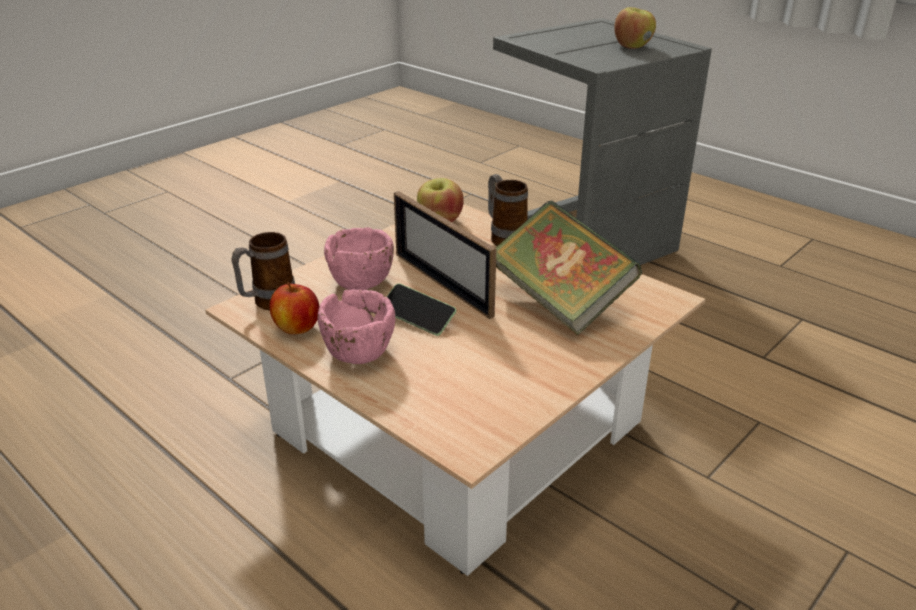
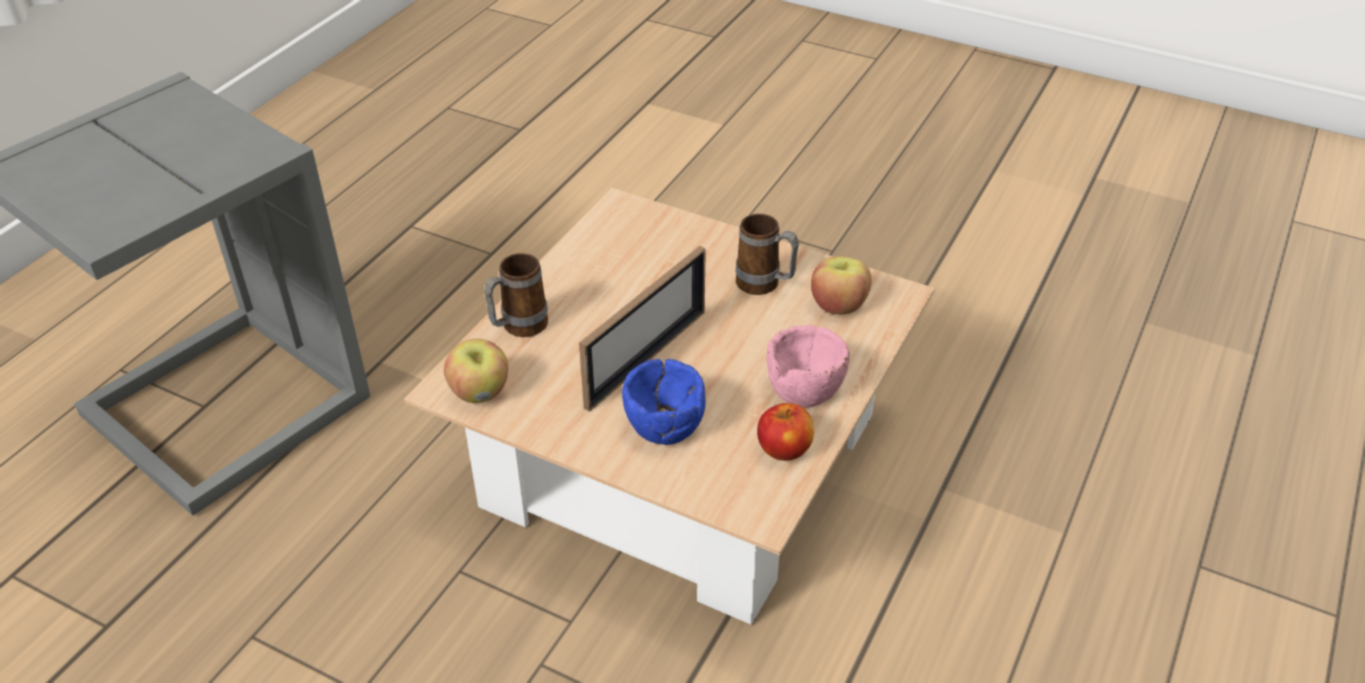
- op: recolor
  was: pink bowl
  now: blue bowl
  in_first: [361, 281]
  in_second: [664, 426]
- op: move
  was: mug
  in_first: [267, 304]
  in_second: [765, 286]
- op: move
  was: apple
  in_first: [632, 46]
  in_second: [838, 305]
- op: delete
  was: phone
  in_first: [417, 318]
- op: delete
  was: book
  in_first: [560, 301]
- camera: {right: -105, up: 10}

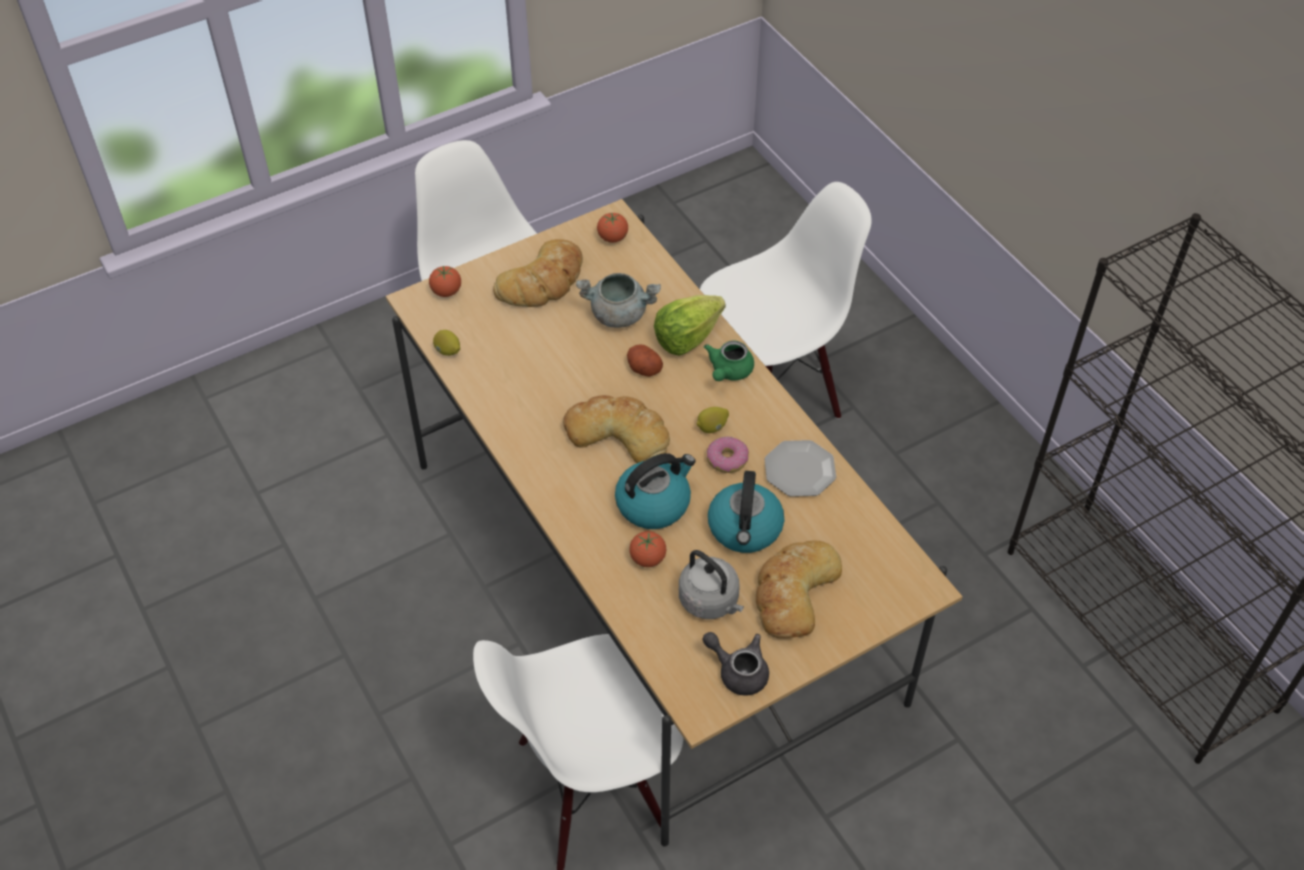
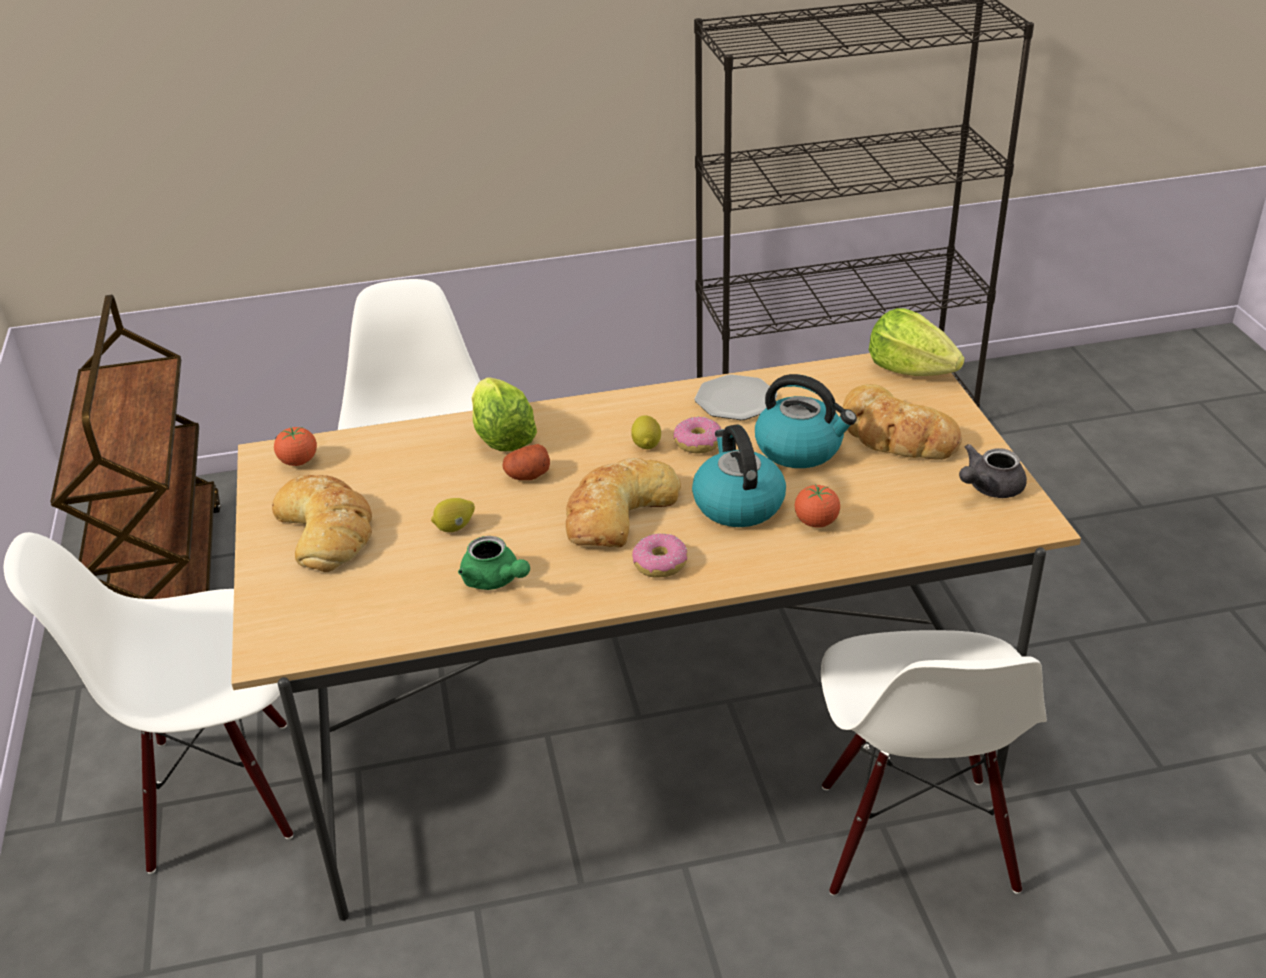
- op: insert
  now: brown cart
  in_second: [166, 579]
- op: move
  was: lemon
  in_first: [448, 351]
  in_second: [455, 527]
- op: move
  was: green teapot
  in_first: [728, 372]
  in_second: [495, 580]
- op: insert
  now: donut
  in_second: [660, 563]
- op: insert
  now: lettuce
  in_second: [910, 369]
- op: delete
  was: tomato
  in_first: [446, 291]
- op: delete
  was: grey cooking pot
  in_first: [619, 314]
- op: delete
  was: grey kettle
  in_first: [711, 601]
- camera: {right: -70, up: -15}

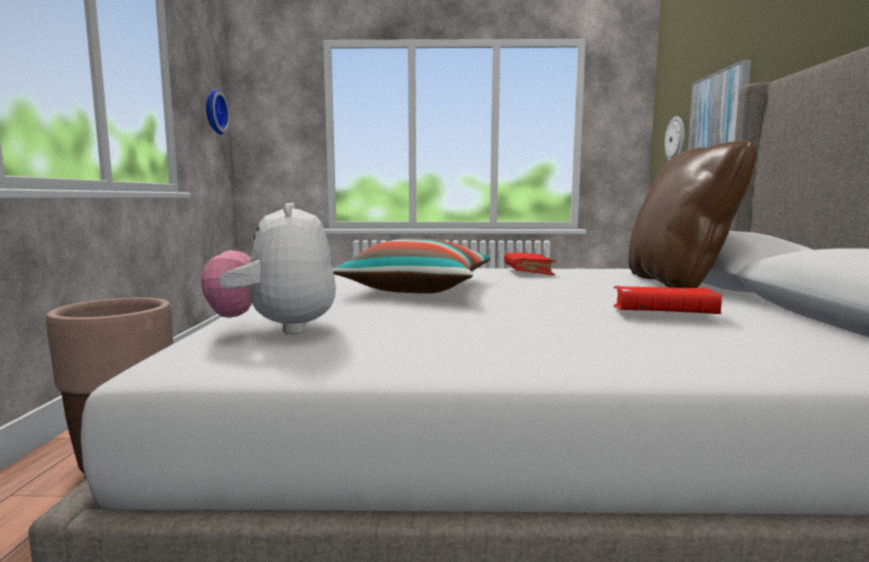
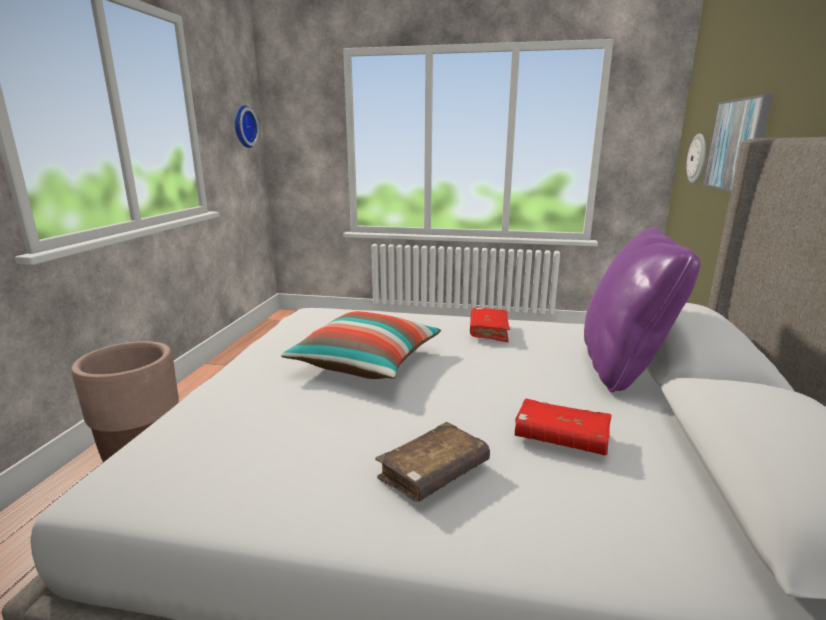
- op: insert
  now: brown book
  in_second: [433, 473]
- op: recolor
  was: brown pillow
  now: purple pillow
  in_first: [678, 283]
  in_second: [623, 366]
- op: delete
  was: plush toy
  in_first: [276, 329]
- camera: {right: 10, up: 10}

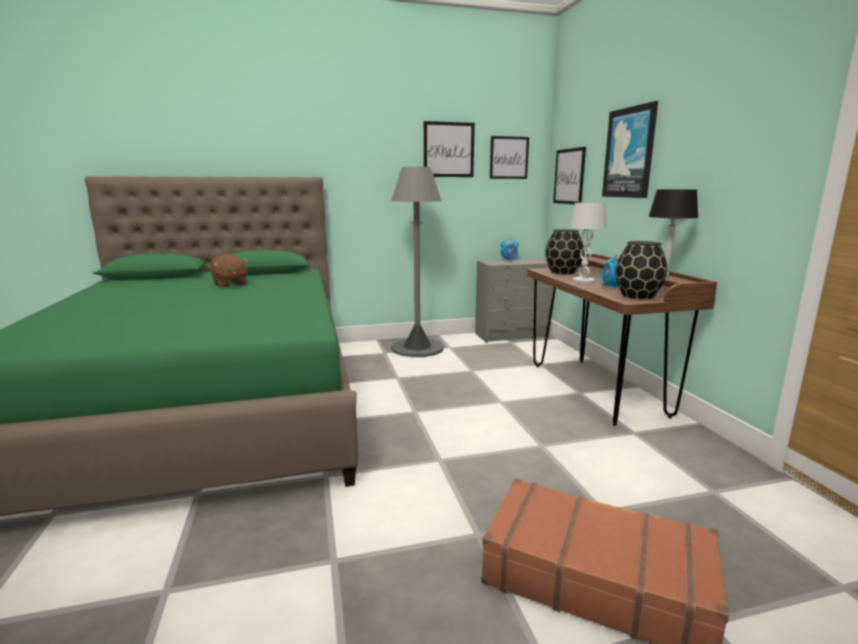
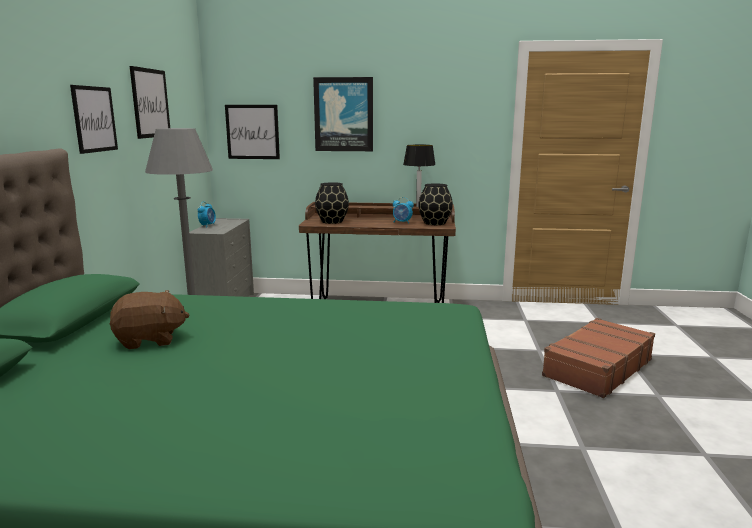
- op: move
  was: picture
  in_first: [509, 157]
  in_second: [94, 119]
- op: delete
  was: white table lamp
  in_first: [583, 281]
- camera: {right: -70, up: 0}

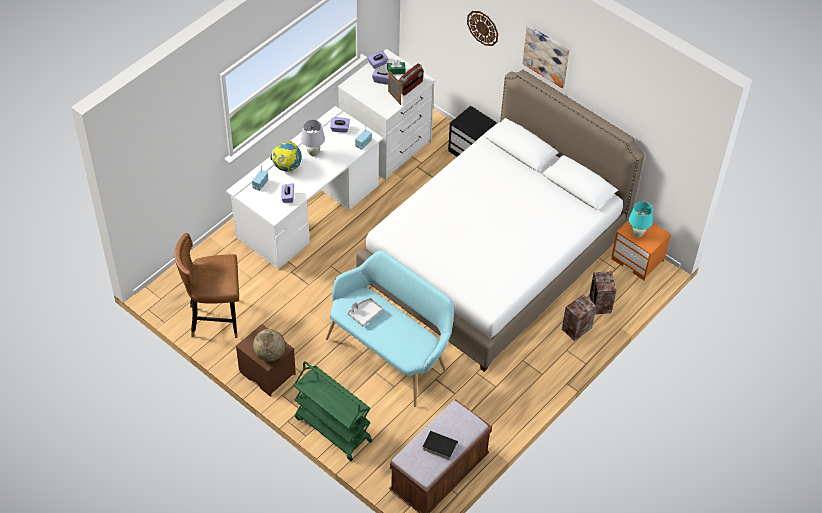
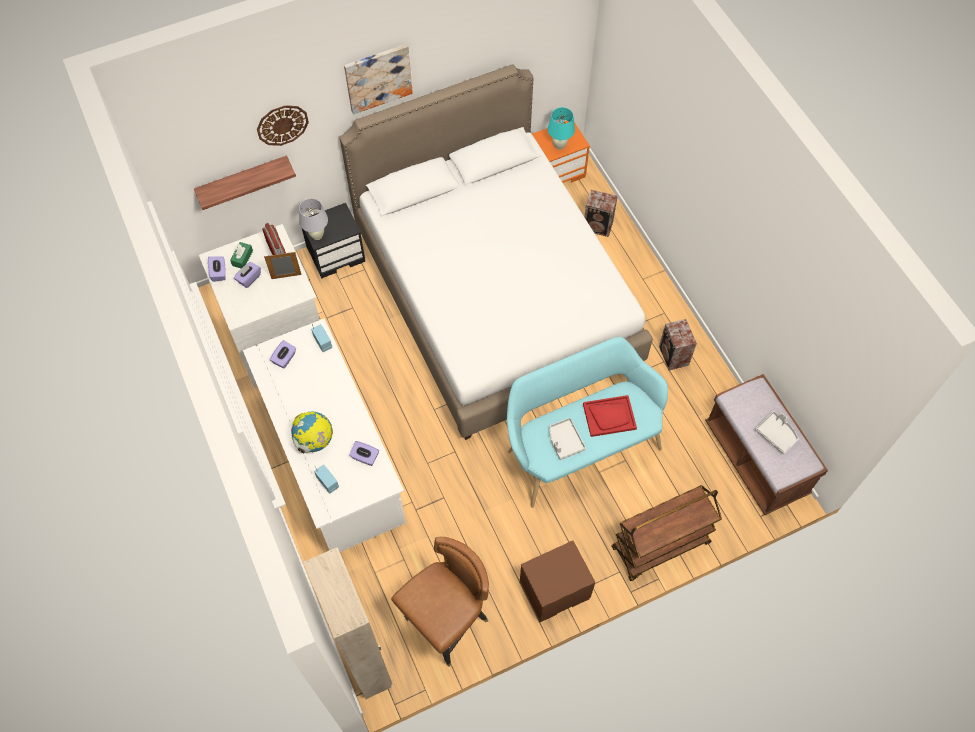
- op: insert
  now: shelf
  in_second: [243, 181]
- op: move
  was: white table lamp
  in_first: [313, 153]
  in_second: [317, 236]
- op: insert
  now: beige wardrobe
  in_second: [366, 661]
- op: rotate
  was: brown chair
  in_first: [215, 319]
  in_second: [447, 624]
  clockwise: -150
- op: insert
  now: red tray
  in_second: [609, 416]
- op: recolor
  was: green cart
  now: brown cart
  in_first: [332, 429]
  in_second: [660, 546]
- op: move
  was: speaker
  in_first: [575, 329]
  in_second: [673, 356]
- op: replace
  was: book
  now: grey tray
  in_first: [438, 446]
  in_second: [776, 434]
- op: delete
  was: globe
  in_first: [270, 354]
- camera: {right: -65, up: 10}

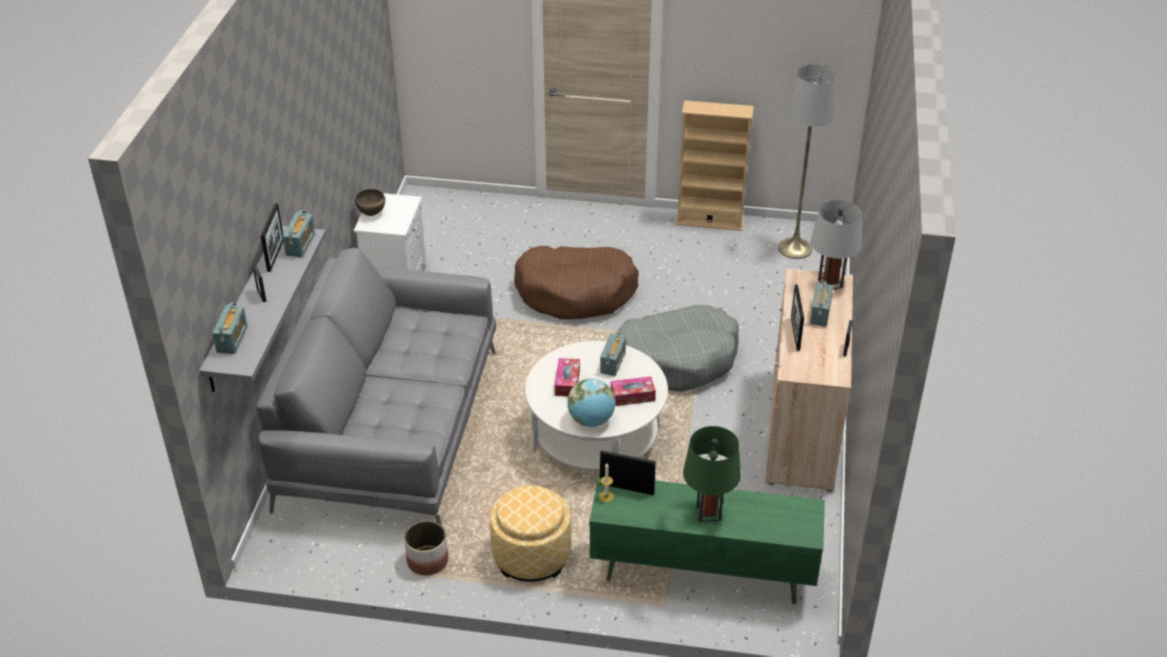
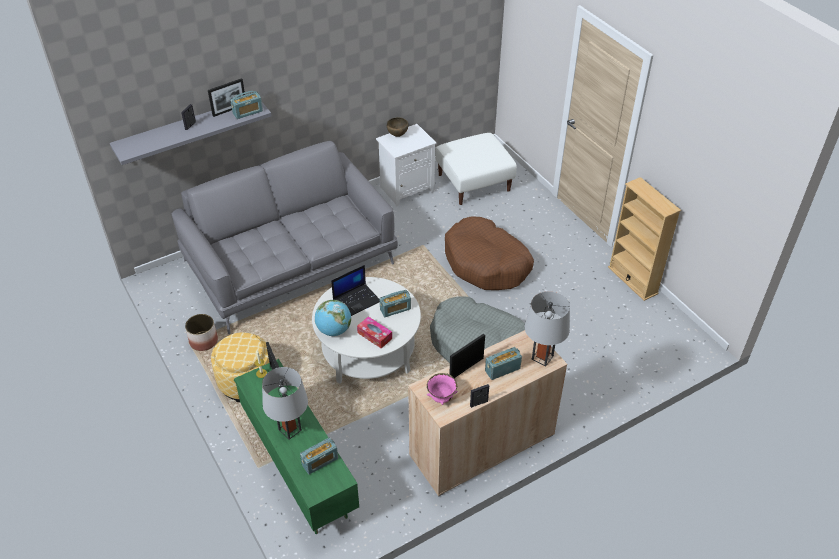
- op: recolor
  was: green table lamp
  now: grey table lamp
  in_first: [708, 513]
  in_second: [289, 429]
- op: move
  was: radio
  in_first: [232, 339]
  in_second: [320, 461]
- op: replace
  was: tissue box
  now: laptop
  in_first: [567, 382]
  in_second: [356, 300]
- op: insert
  now: pink bowl
  in_second: [441, 398]
- op: insert
  now: white ottoman
  in_second: [474, 182]
- op: delete
  was: grey floor lamp
  in_first: [795, 248]
- camera: {right: 50, up: 5}

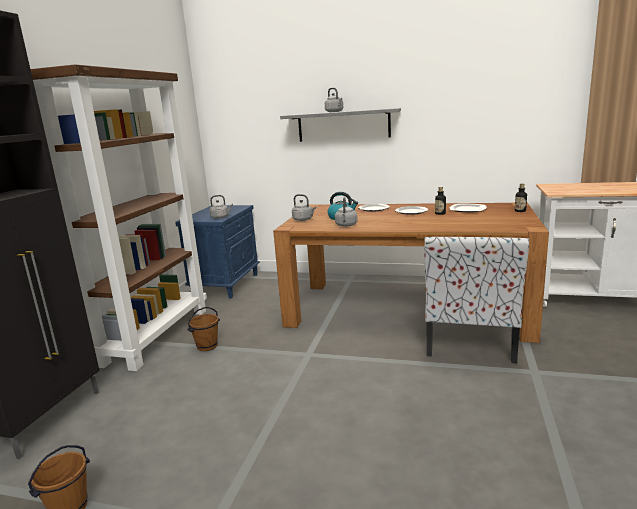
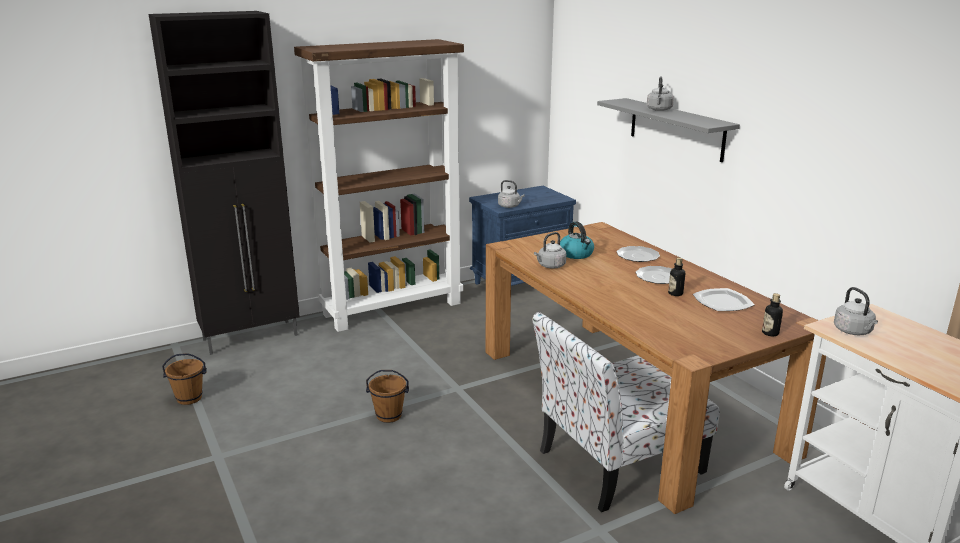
- op: move
  was: brown bucket
  in_first: [207, 346]
  in_second: [389, 416]
- op: move
  was: grey kettle
  in_first: [304, 219]
  in_second: [853, 331]
- camera: {right: 45, up: 5}

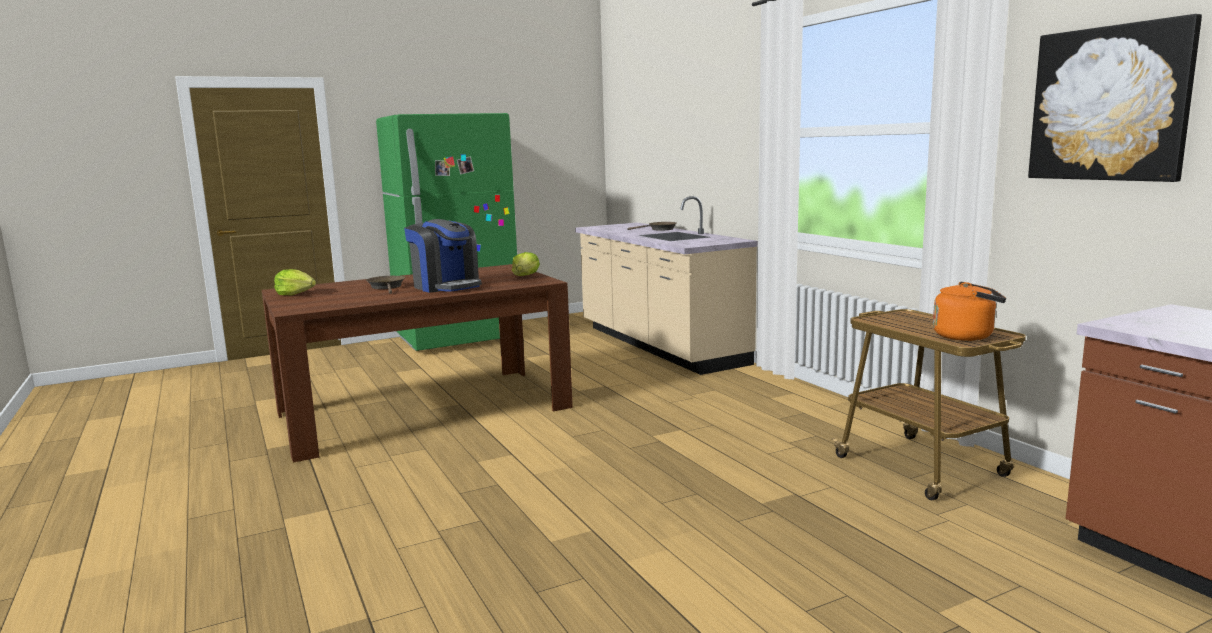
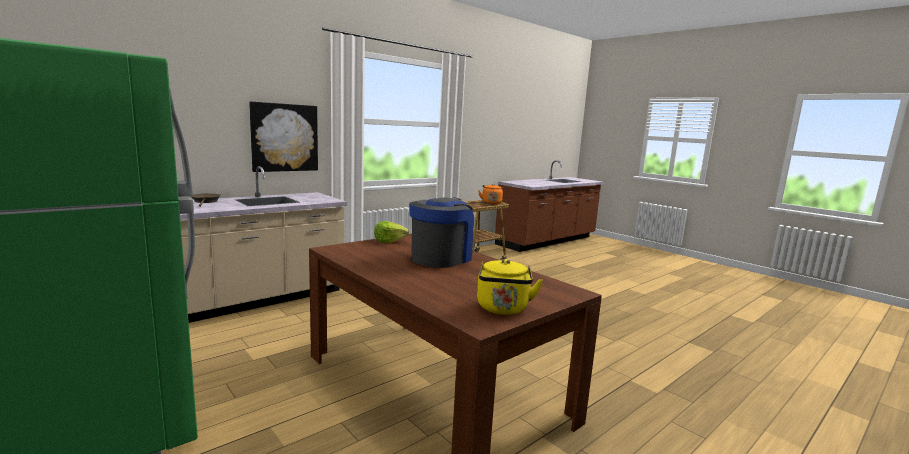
- op: move
  was: picture
  in_first: [1109, 104]
  in_second: [284, 137]
- op: replace
  was: lettuce
  now: yellow kettle
  in_first: [295, 294]
  in_second: [503, 309]
- op: delete
  was: brown frying pan
  in_first: [387, 287]
- camera: {right: -105, up: 0}

